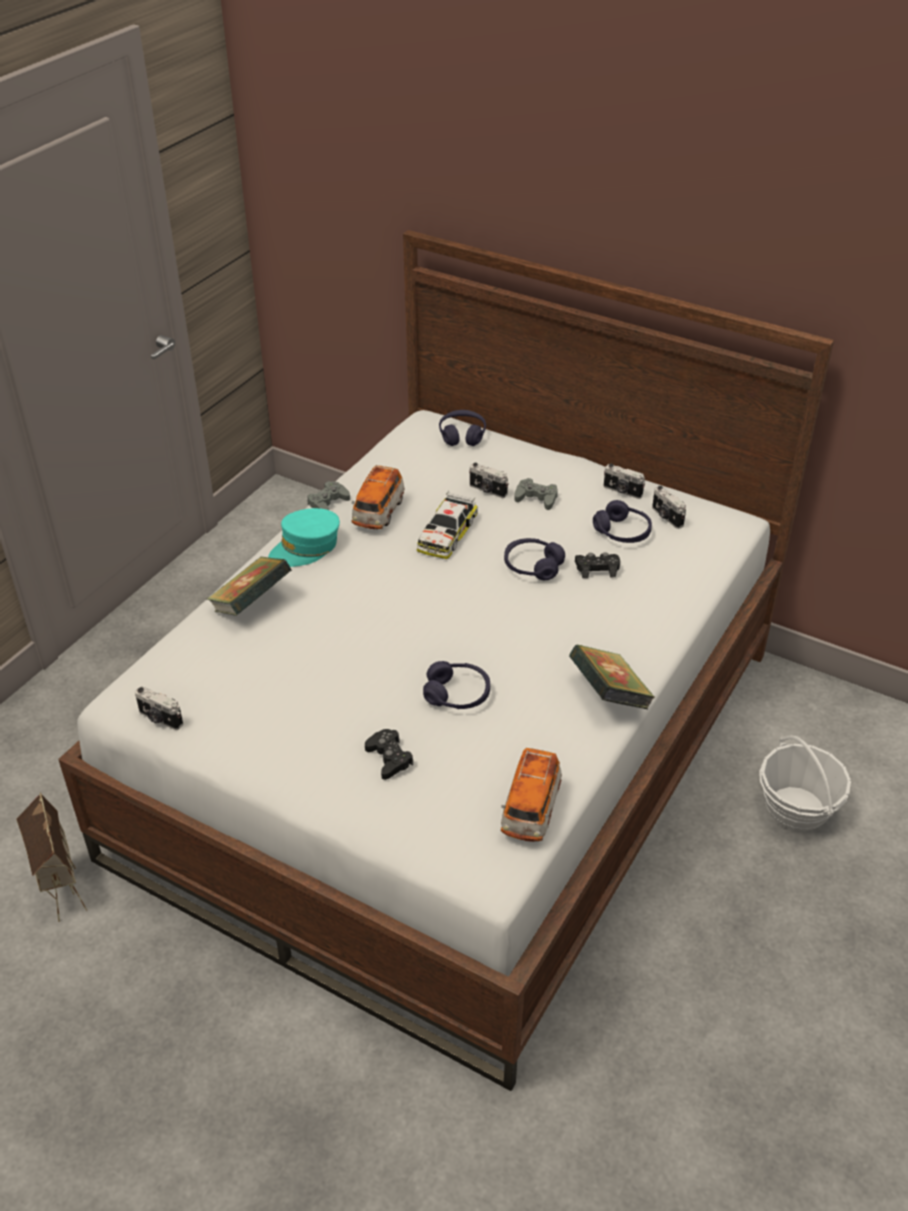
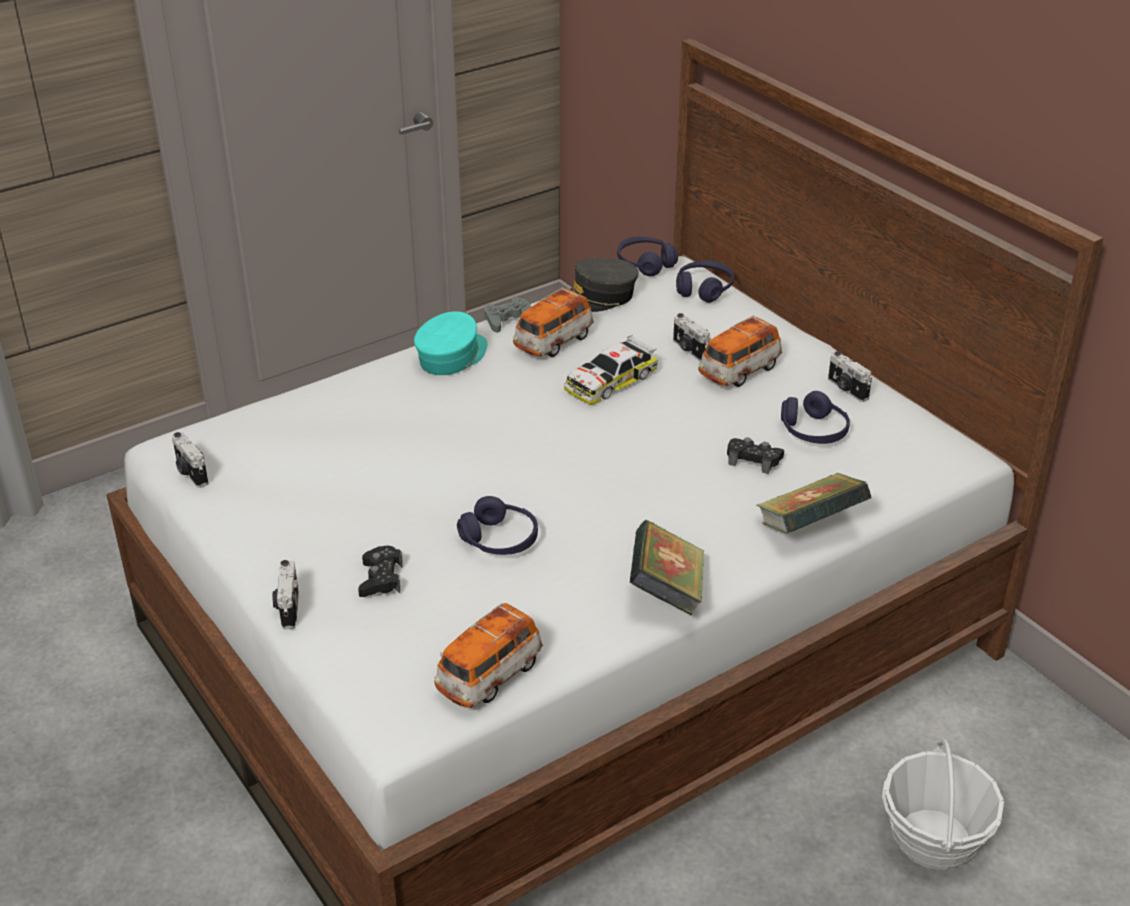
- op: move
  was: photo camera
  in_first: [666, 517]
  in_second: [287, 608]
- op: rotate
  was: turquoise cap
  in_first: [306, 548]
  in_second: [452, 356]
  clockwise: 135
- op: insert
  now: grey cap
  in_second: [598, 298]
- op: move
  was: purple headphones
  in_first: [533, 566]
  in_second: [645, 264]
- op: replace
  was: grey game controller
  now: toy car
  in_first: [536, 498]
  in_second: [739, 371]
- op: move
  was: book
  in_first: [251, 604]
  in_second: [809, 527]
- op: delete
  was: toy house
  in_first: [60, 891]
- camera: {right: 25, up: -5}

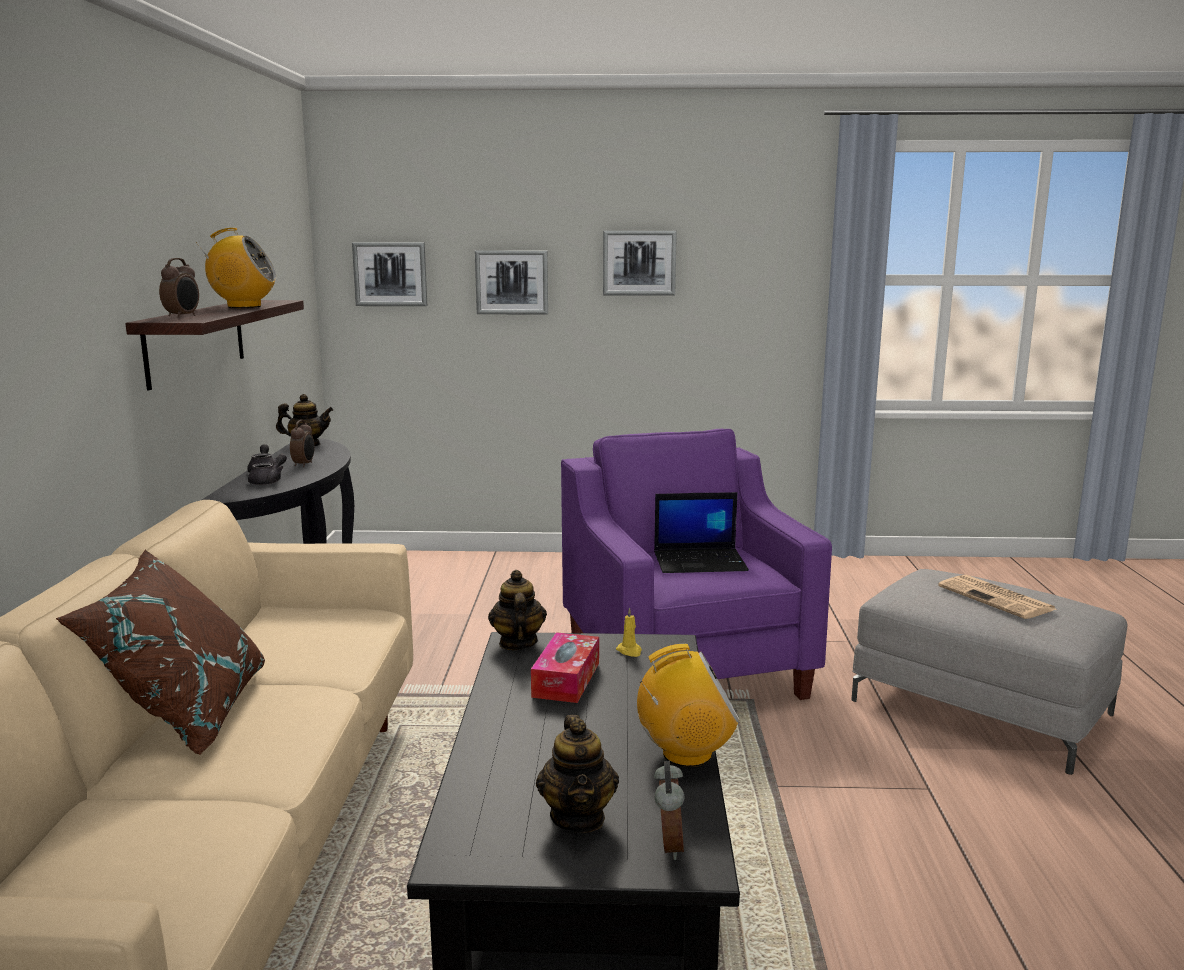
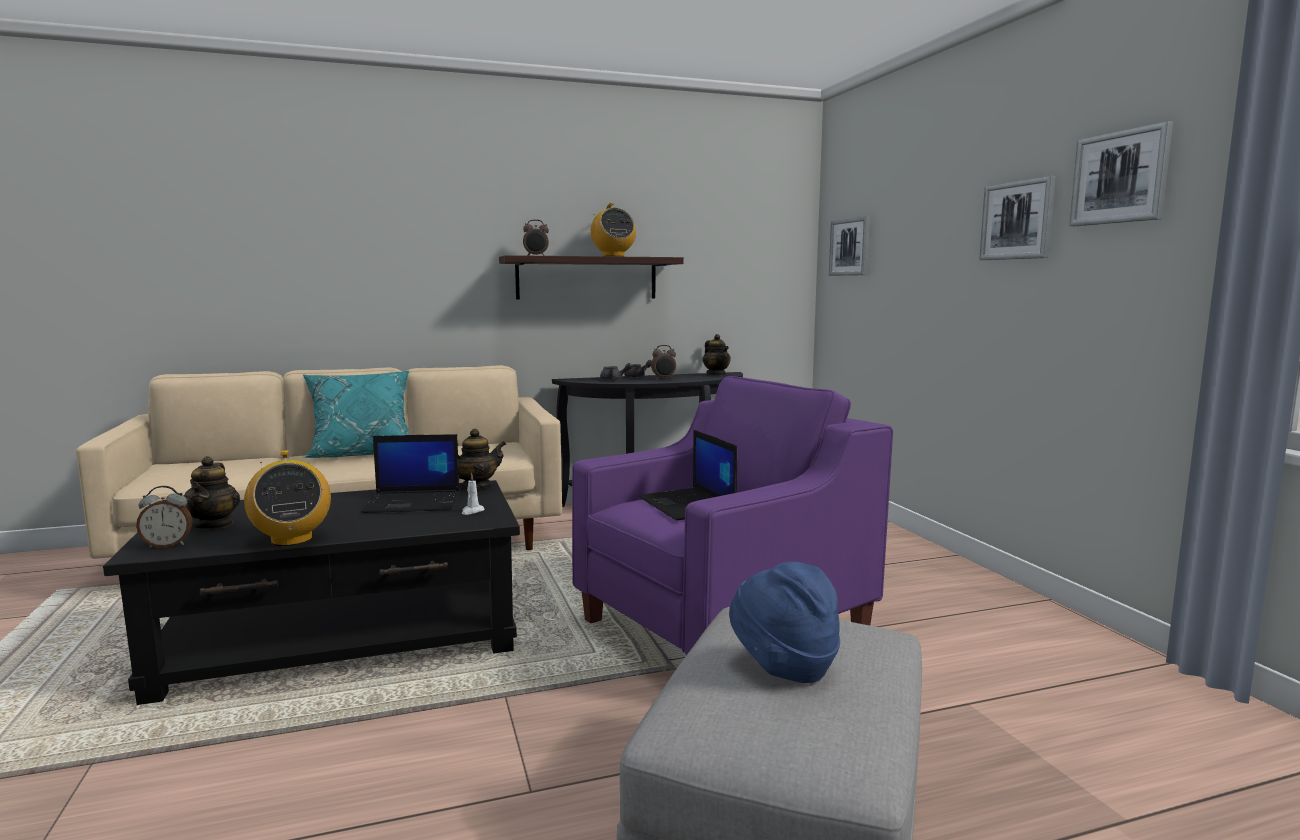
- op: rotate
  was: teapot
  in_first: [578, 817]
  in_second: [214, 524]
  clockwise: -75
- op: recolor
  was: brown pillow
  now: turquoise pillow
  in_first: [184, 714]
  in_second: [363, 453]
- op: replace
  was: tissue box
  now: laptop
  in_first: [566, 679]
  in_second: [414, 503]
- op: recolor
  was: yellow candle
  now: white candle
  in_first: [629, 651]
  in_second: [472, 511]
- op: replace
  was: newspaper
  now: blue hat
  in_first: [997, 598]
  in_second: [783, 666]
- op: move
  was: picture
  in_first: [512, 282]
  in_second: [1120, 177]
- camera: {right: 70, up: -5}

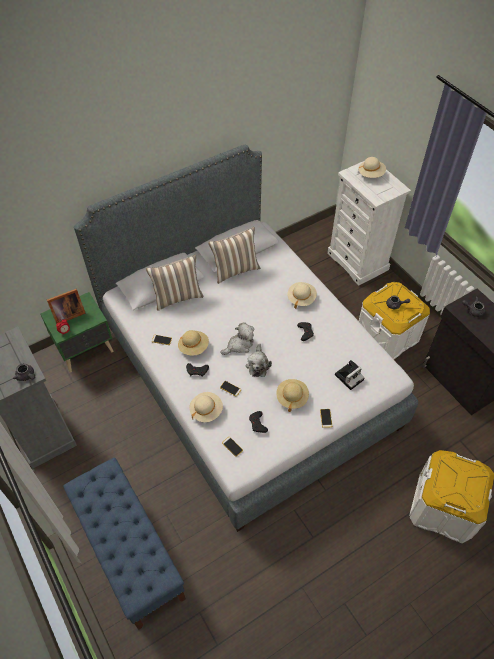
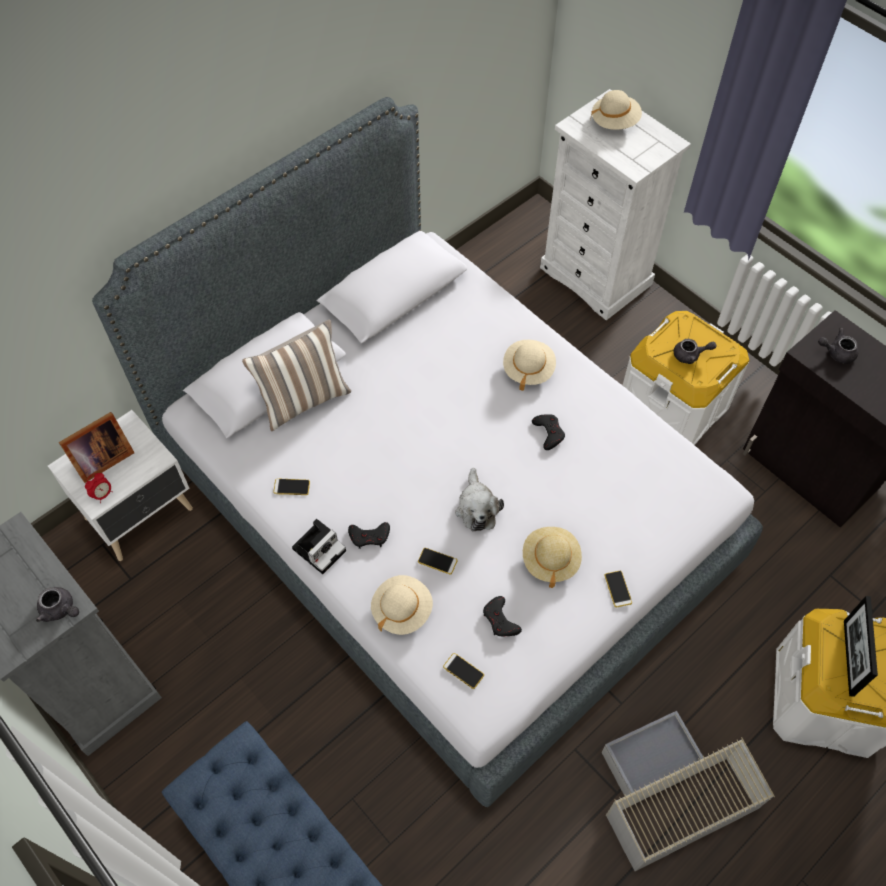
- op: recolor
  was: green nightstand
  now: white nightstand
  in_first: [86, 350]
  in_second: [141, 514]
- op: move
  was: photo camera
  in_first: [349, 376]
  in_second: [320, 548]
- op: insert
  now: grey storage box
  in_second: [670, 796]
- op: insert
  now: picture frame
  in_second: [848, 657]
- op: delete
  was: beige hat
  in_first: [194, 347]
- op: delete
  was: pillow
  in_first: [235, 270]
- op: delete
  was: plush toy
  in_first: [239, 345]
- camera: {right: -10, up: 5}

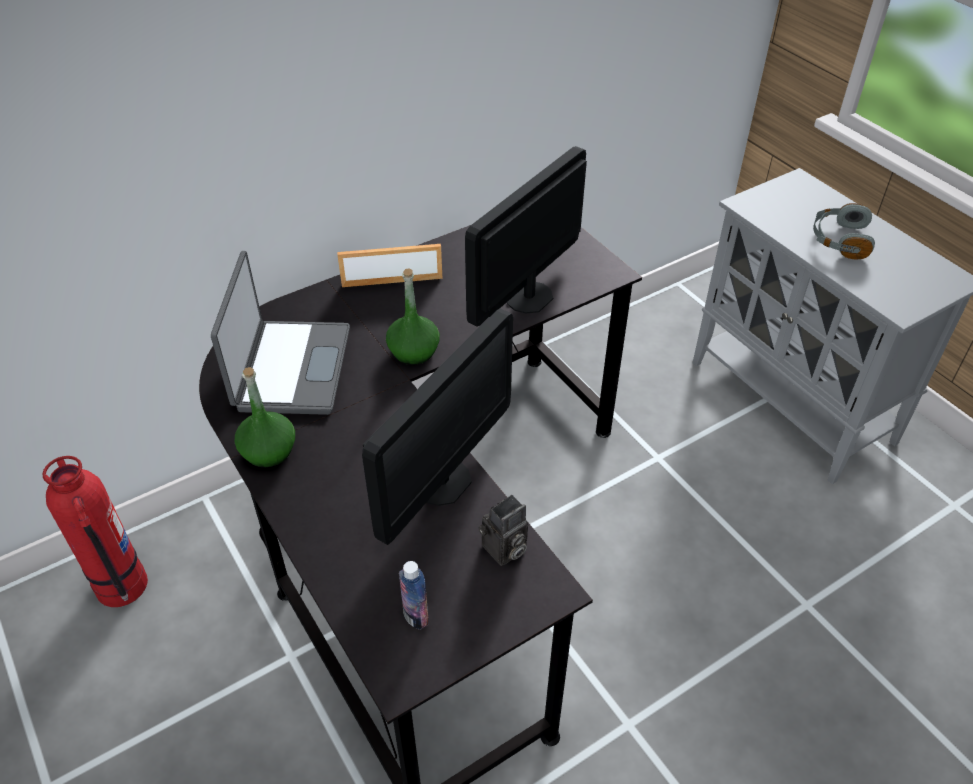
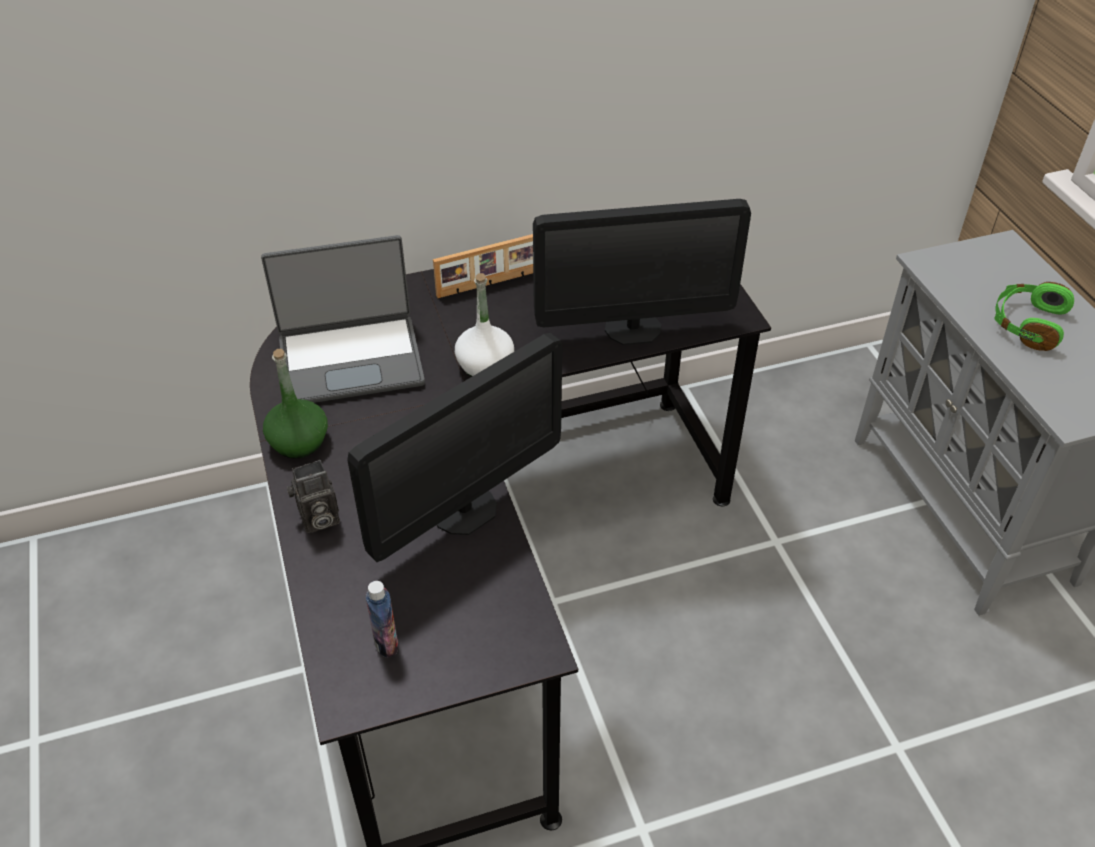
- op: rotate
  was: laptop
  in_first: [290, 368]
  in_second: [351, 360]
  clockwise: 60
- op: move
  was: photo camera
  in_first: [504, 550]
  in_second: [317, 519]
- op: rotate
  was: picture frame
  in_first: [392, 280]
  in_second: [490, 284]
  clockwise: 150
- op: recolor
  was: green bottle
  now: white bottle
  in_first: [414, 352]
  in_second: [485, 365]
- op: rotate
  was: monitor
  in_first: [529, 297]
  in_second: [633, 328]
  clockwise: -150
- op: recolor
  was: grey headphones
  now: green headphones
  in_first: [839, 240]
  in_second: [1026, 324]
- op: delete
  was: fire extinguisher
  in_first: [121, 586]
- camera: {right: 15, up: 0}

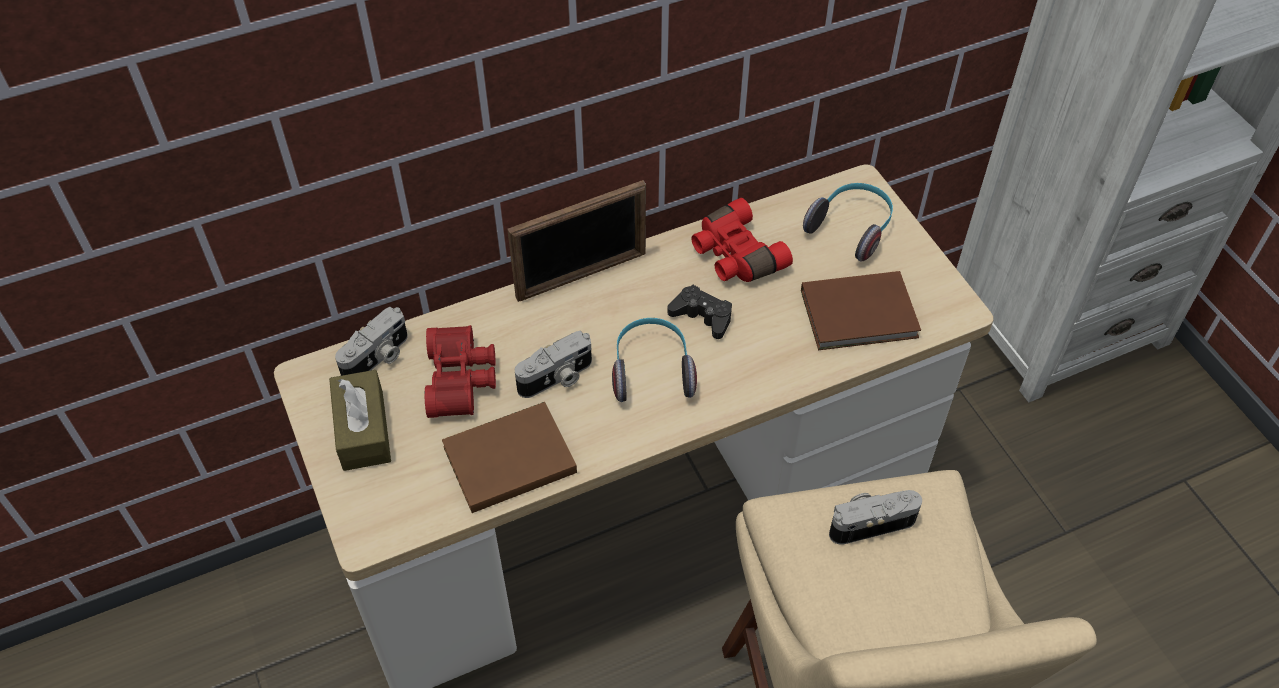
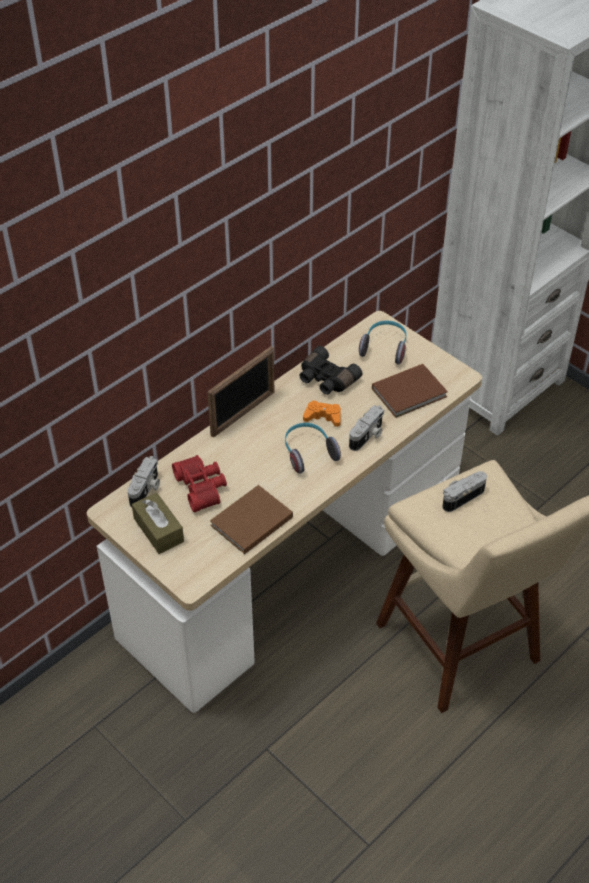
- op: recolor
  was: red binoculars
  now: black binoculars
  in_first: [735, 255]
  in_second: [326, 379]
- op: recolor
  was: black game controller
  now: orange game controller
  in_first: [702, 316]
  in_second: [323, 417]
- op: move
  was: photo camera
  in_first: [557, 378]
  in_second: [367, 436]
- camera: {right: -20, up: -5}

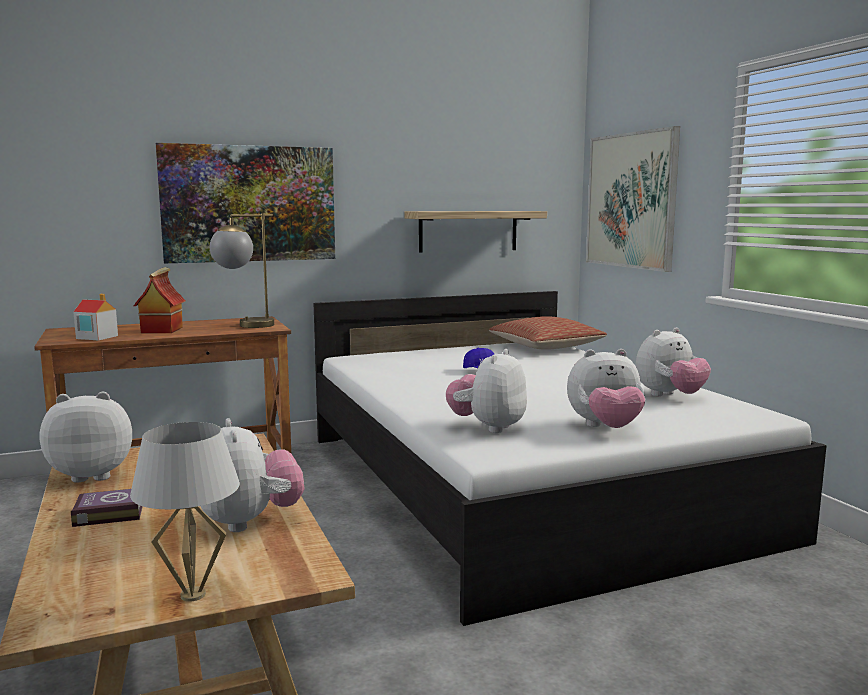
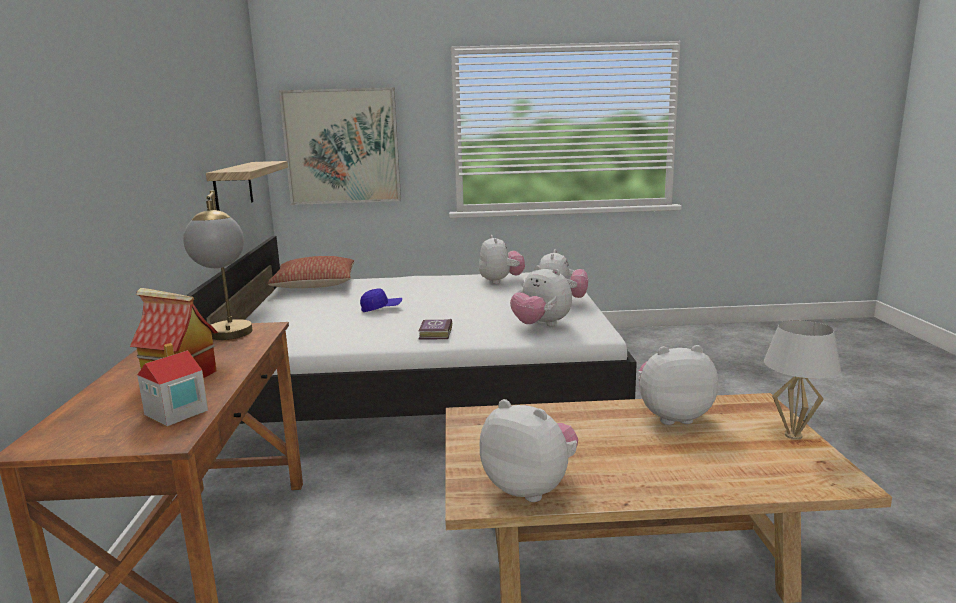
- op: move
  was: book
  in_first: [107, 513]
  in_second: [434, 333]
- op: rotate
  was: plush toy
  in_first: [93, 474]
  in_second: [530, 488]
  clockwise: 120
- op: delete
  was: picture
  in_first: [249, 204]
- camera: {right: -70, up: 5}

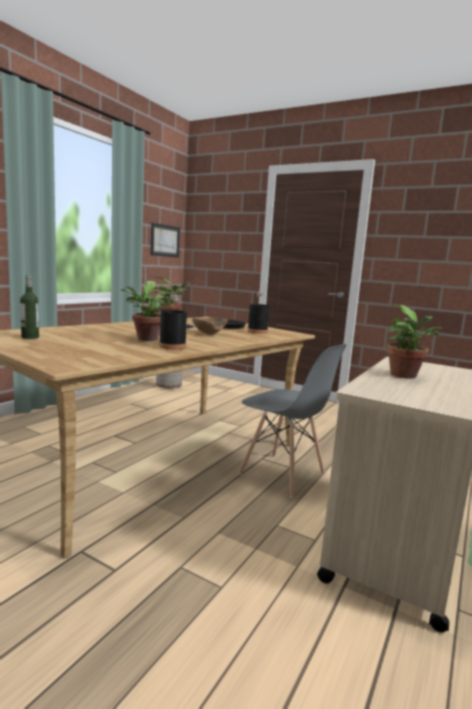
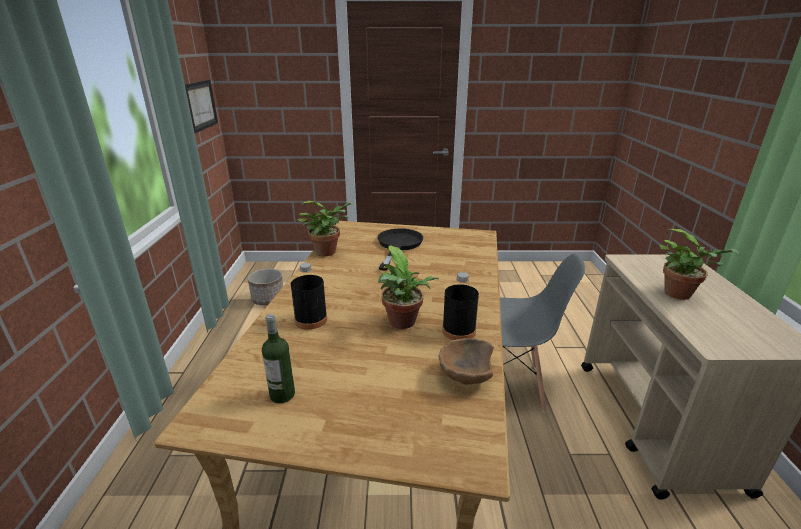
- op: move
  was: black bottle
  in_first: [257, 332]
  in_second: [311, 320]
- op: move
  was: brown bowl
  in_first: [208, 334]
  in_second: [464, 377]
- camera: {right: -30, up: 15}

